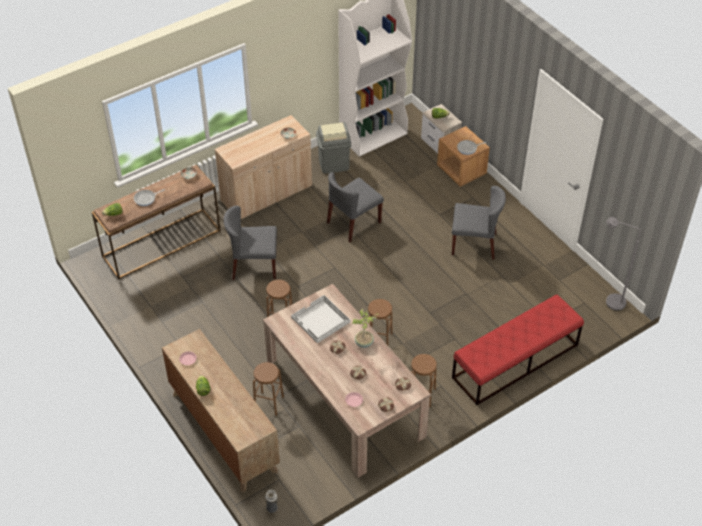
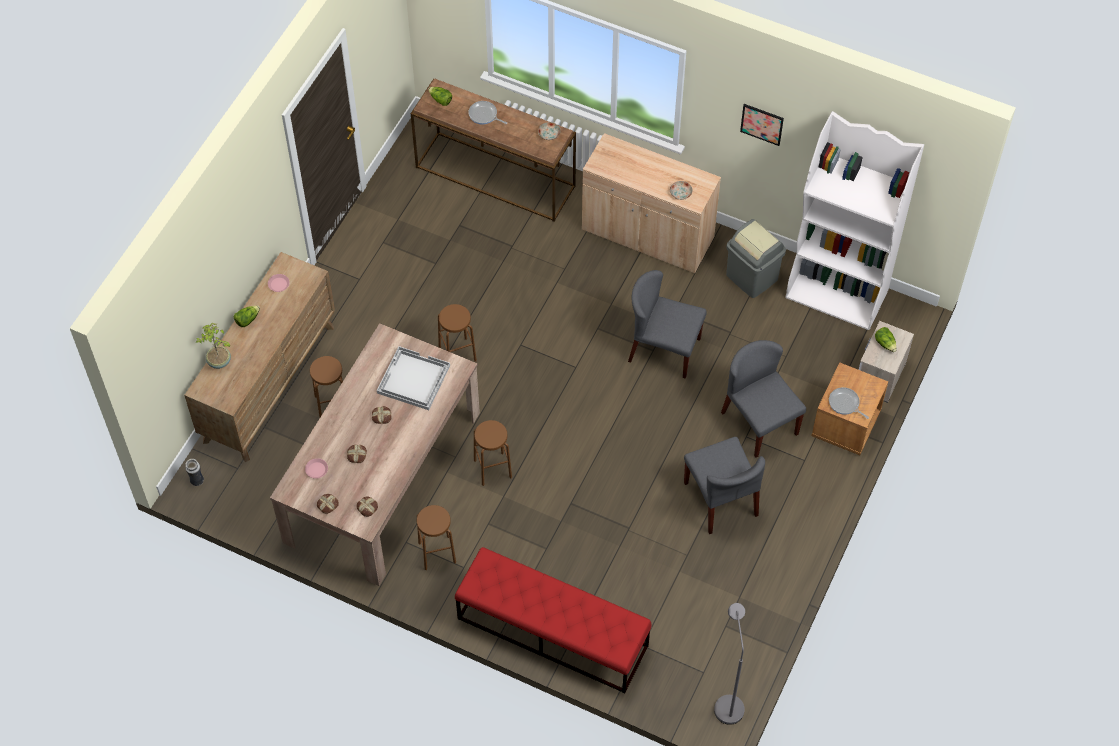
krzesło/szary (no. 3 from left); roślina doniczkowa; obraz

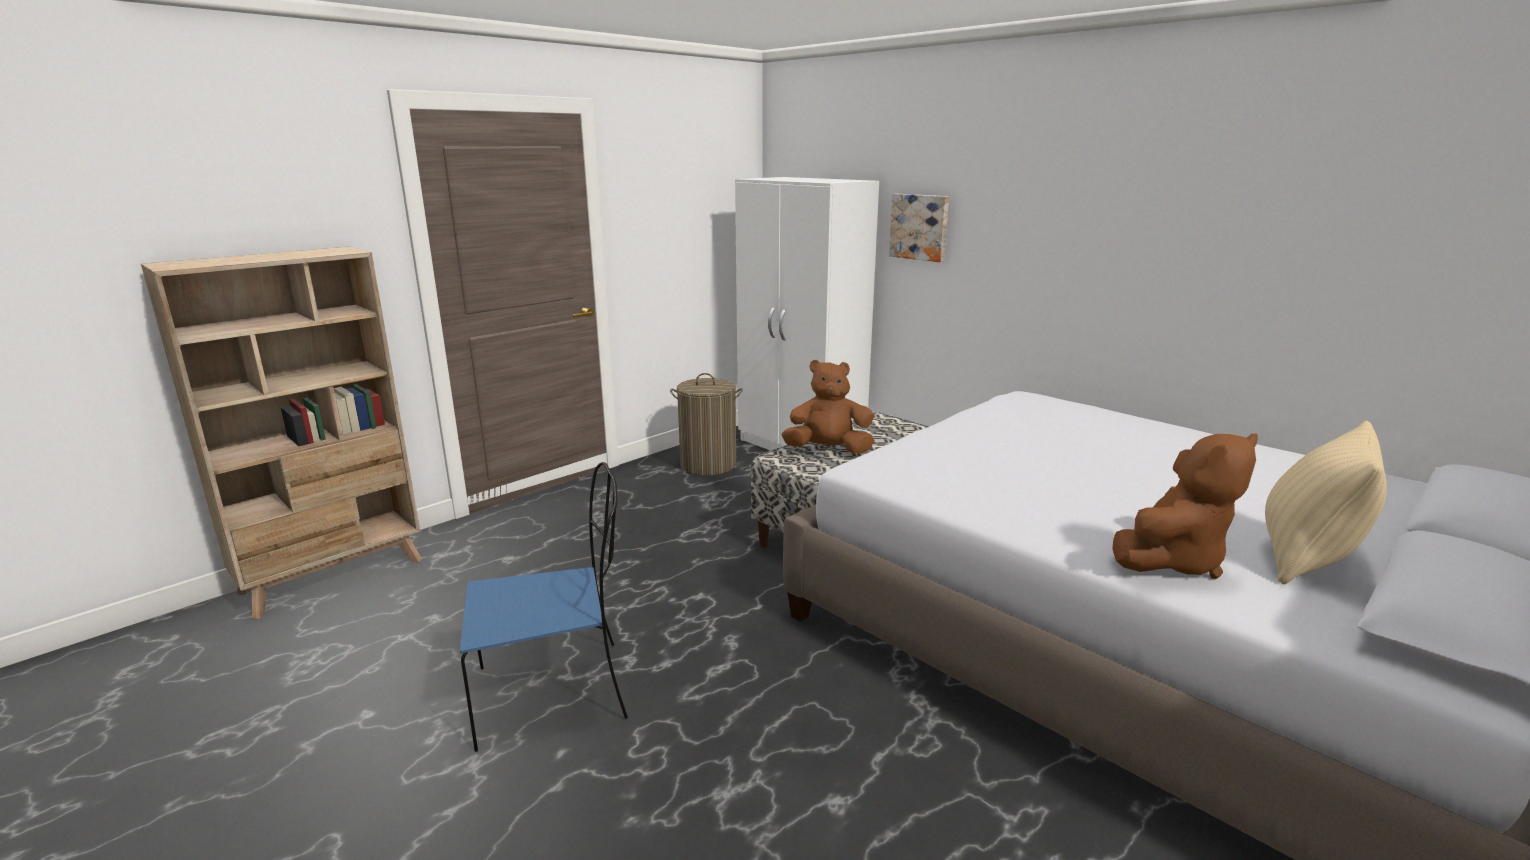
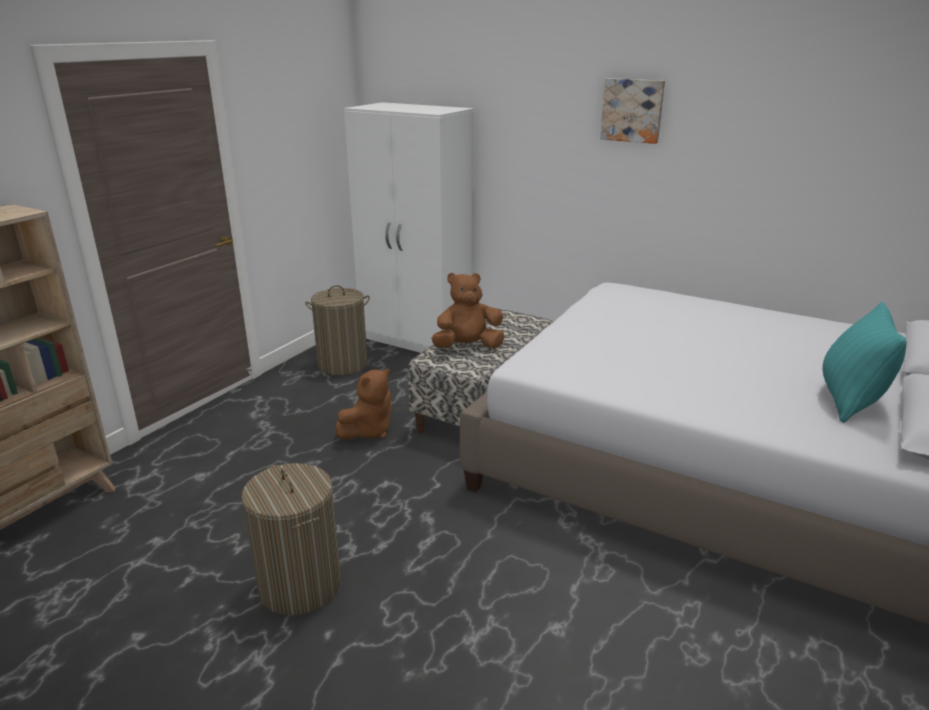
obraz; poduszka/turkusowy; pluszak/brązowy (no. 1 from left); kosz na pranie (no. 1 from left)

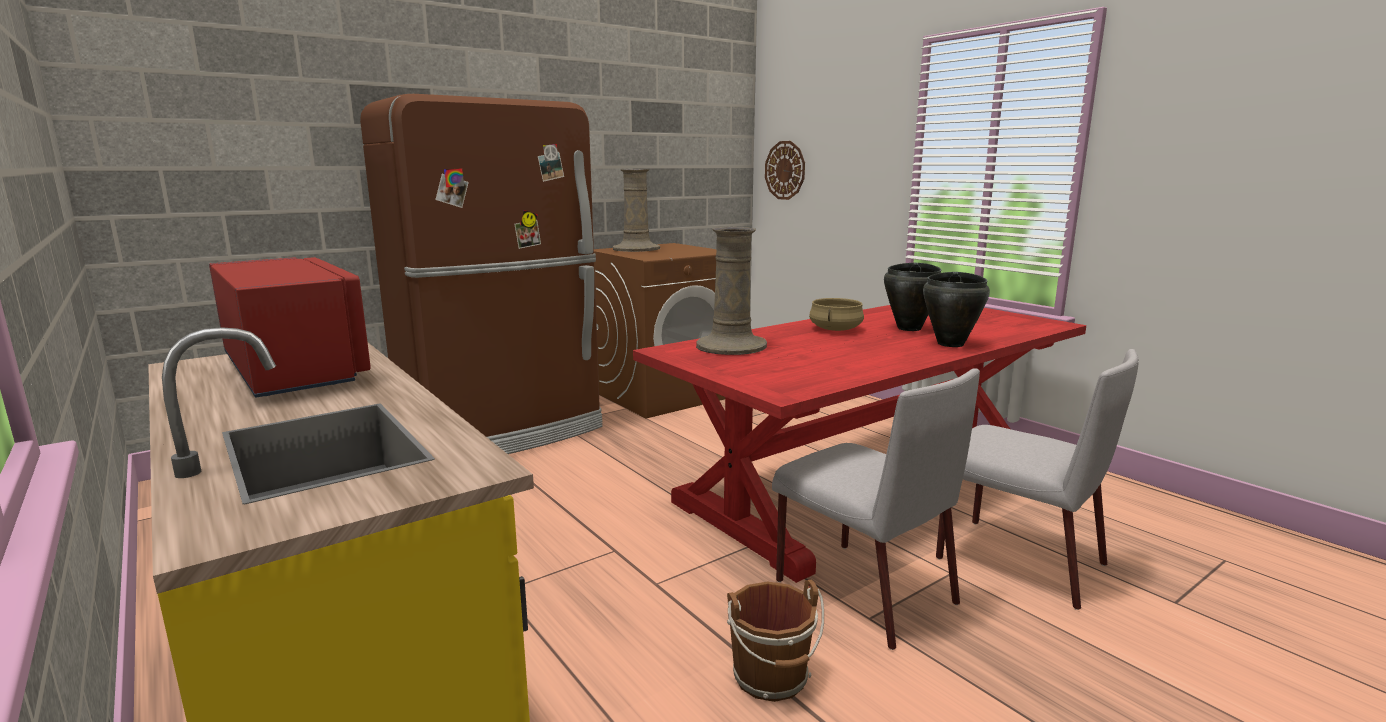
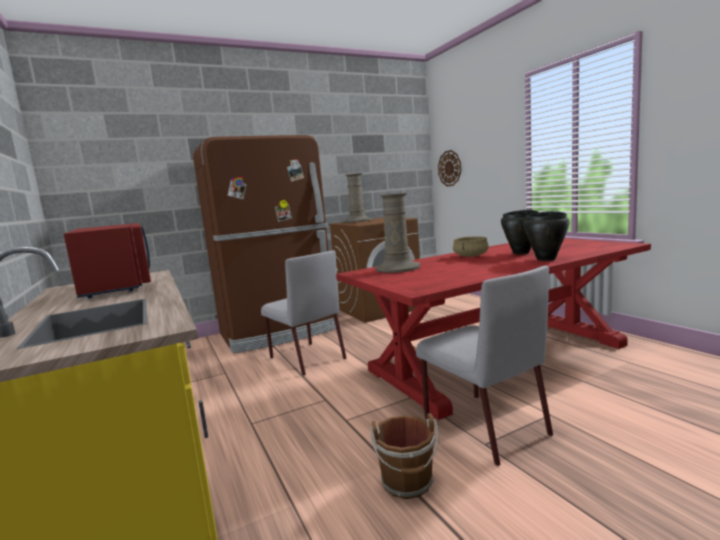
krzesło/szary (no. 1 from left)

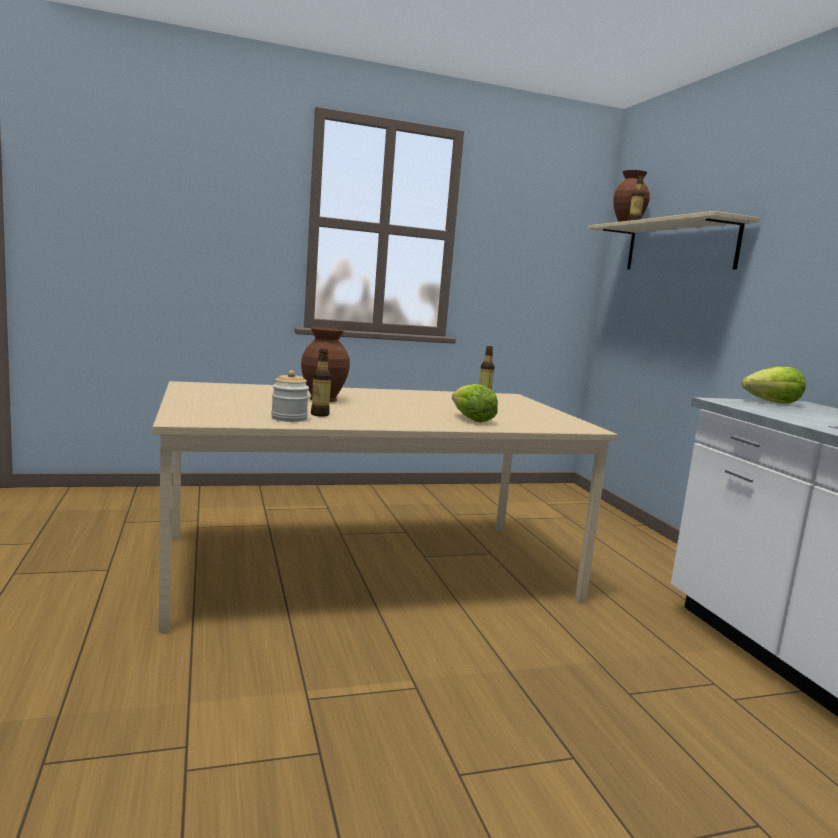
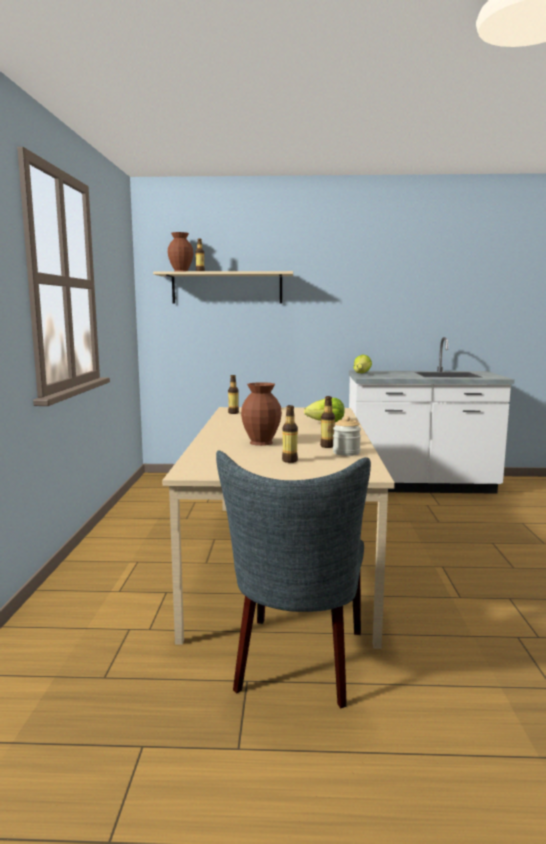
butelka (no. 3 from left); krzesło/szary

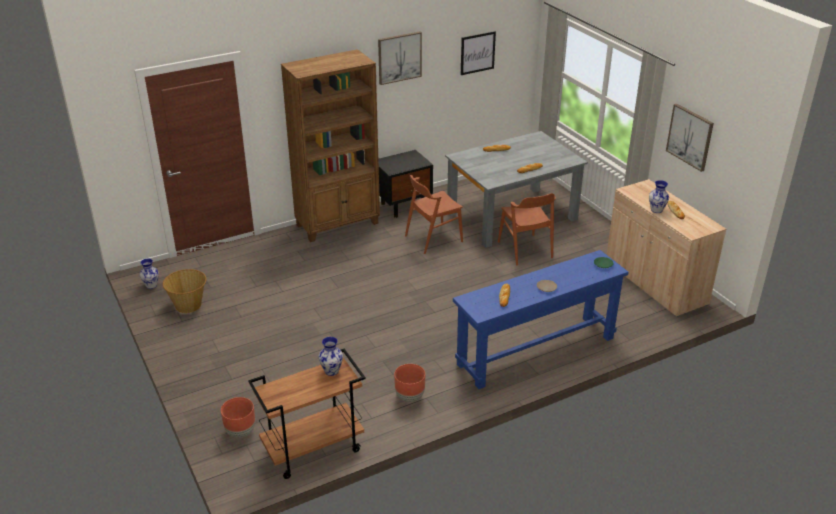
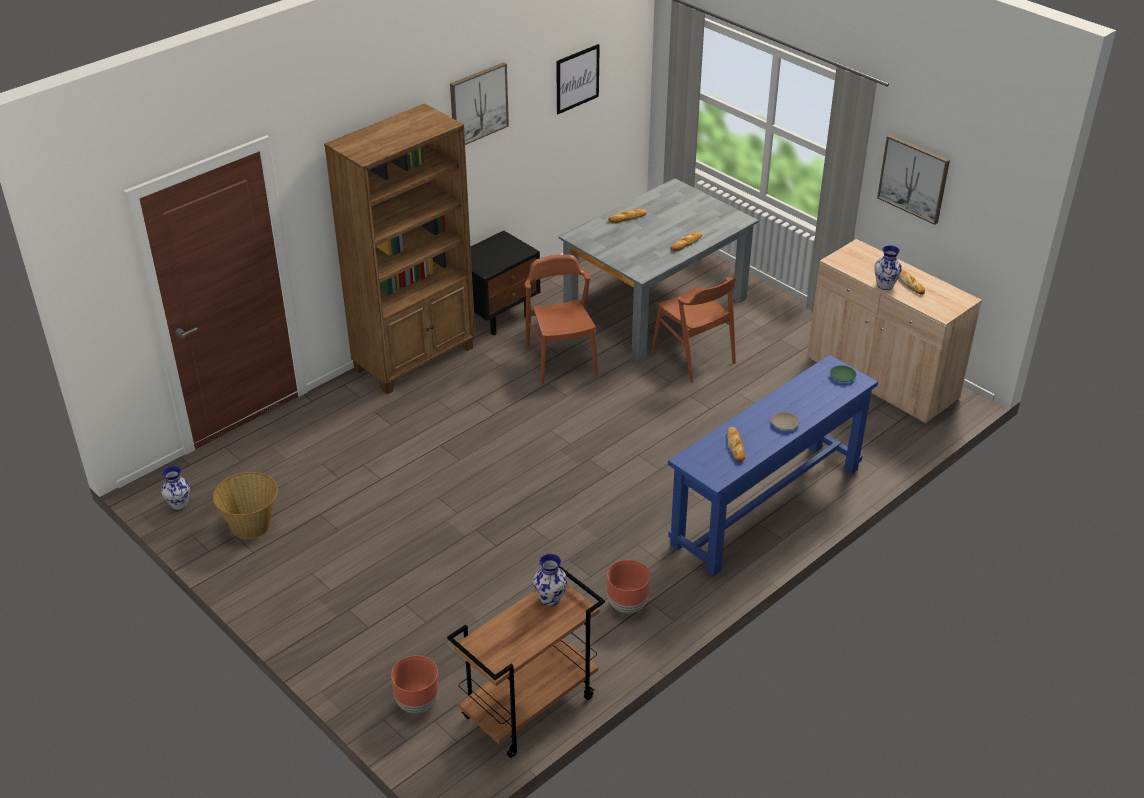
krzesło/brązowy (no. 1 from left)

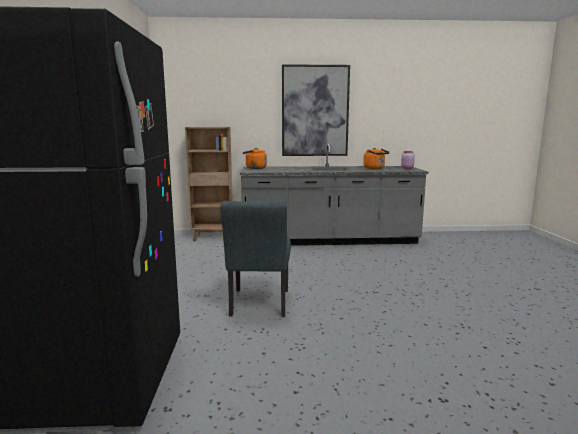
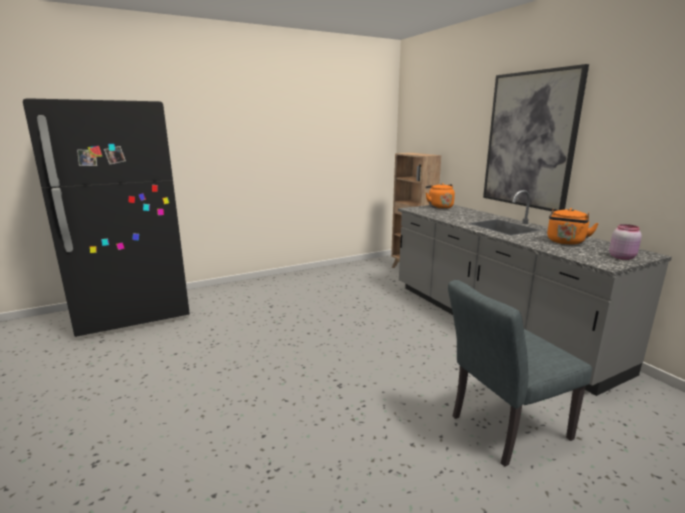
krzesło/szary

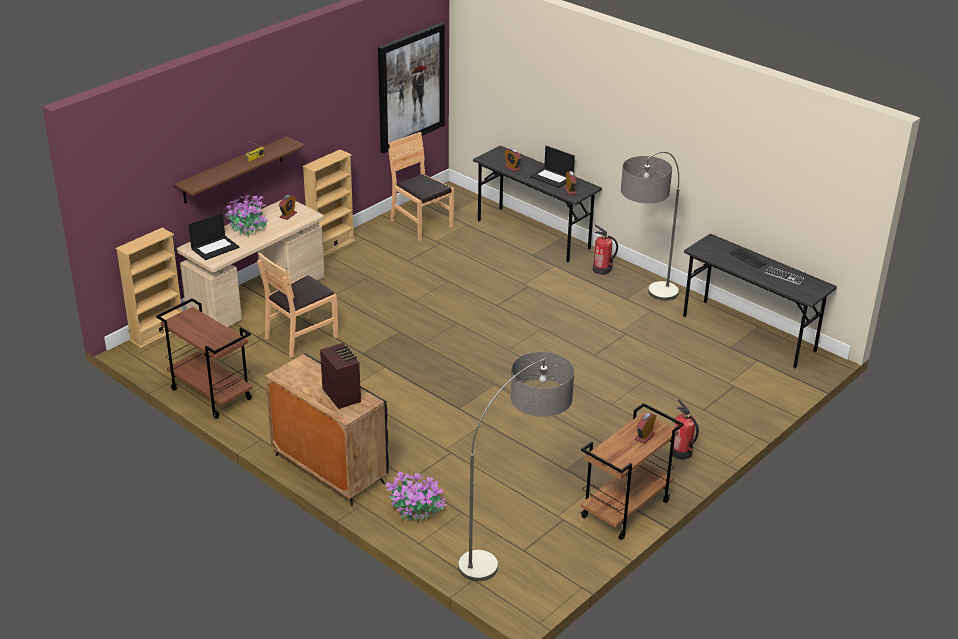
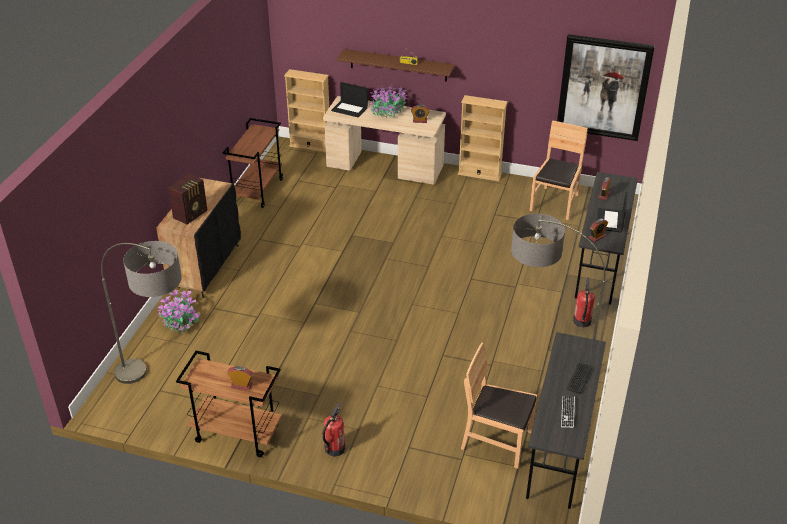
krzesło/brązowy (no. 1 from left)

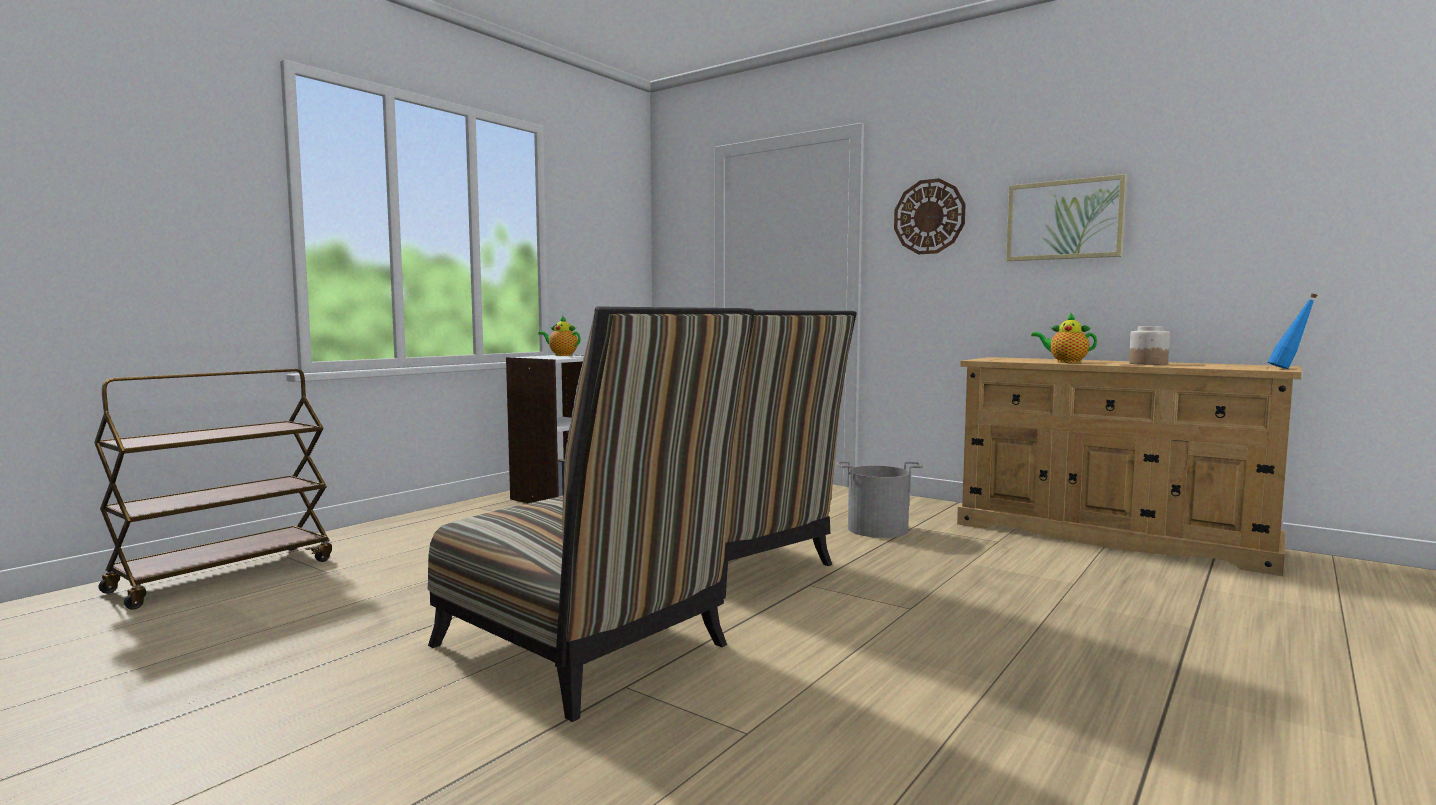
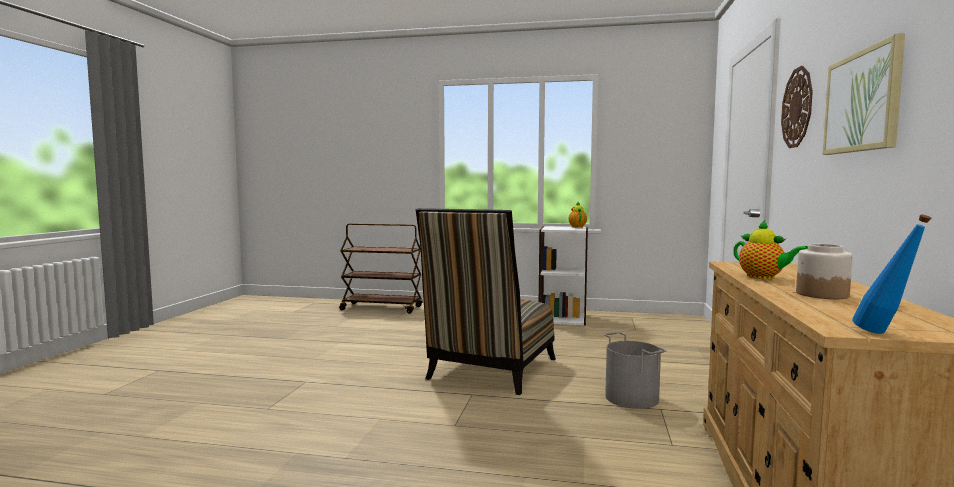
krzesło (no. 1 from left in the first image); imbryk (no. 2 from left)

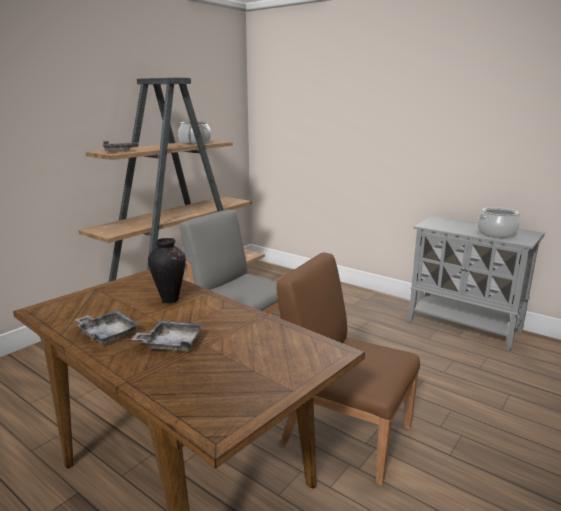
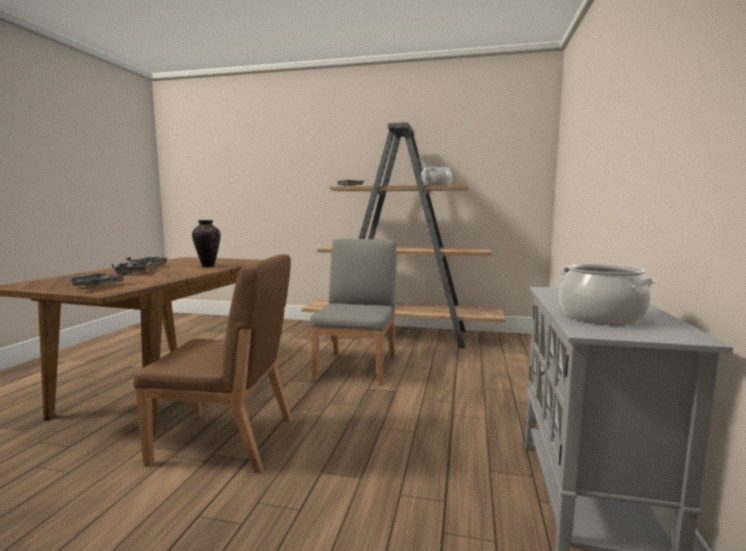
krzesło/brązowy; taca/szary (no. 1 from left)

